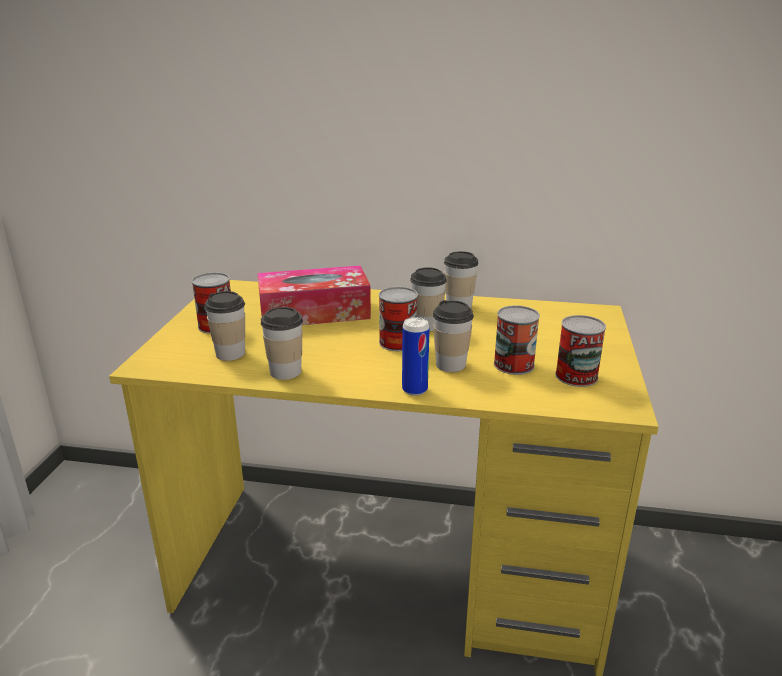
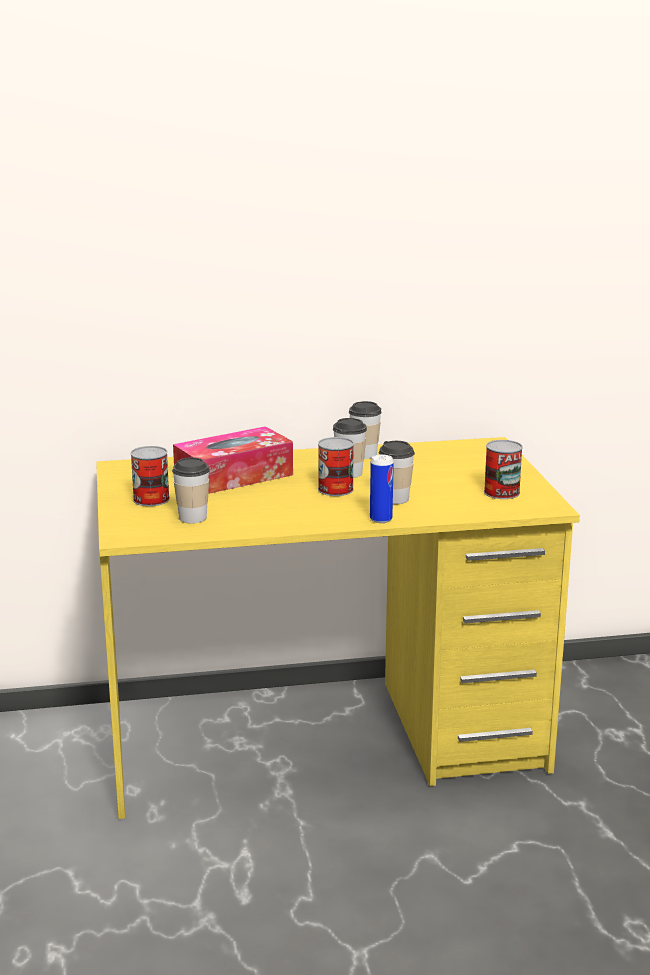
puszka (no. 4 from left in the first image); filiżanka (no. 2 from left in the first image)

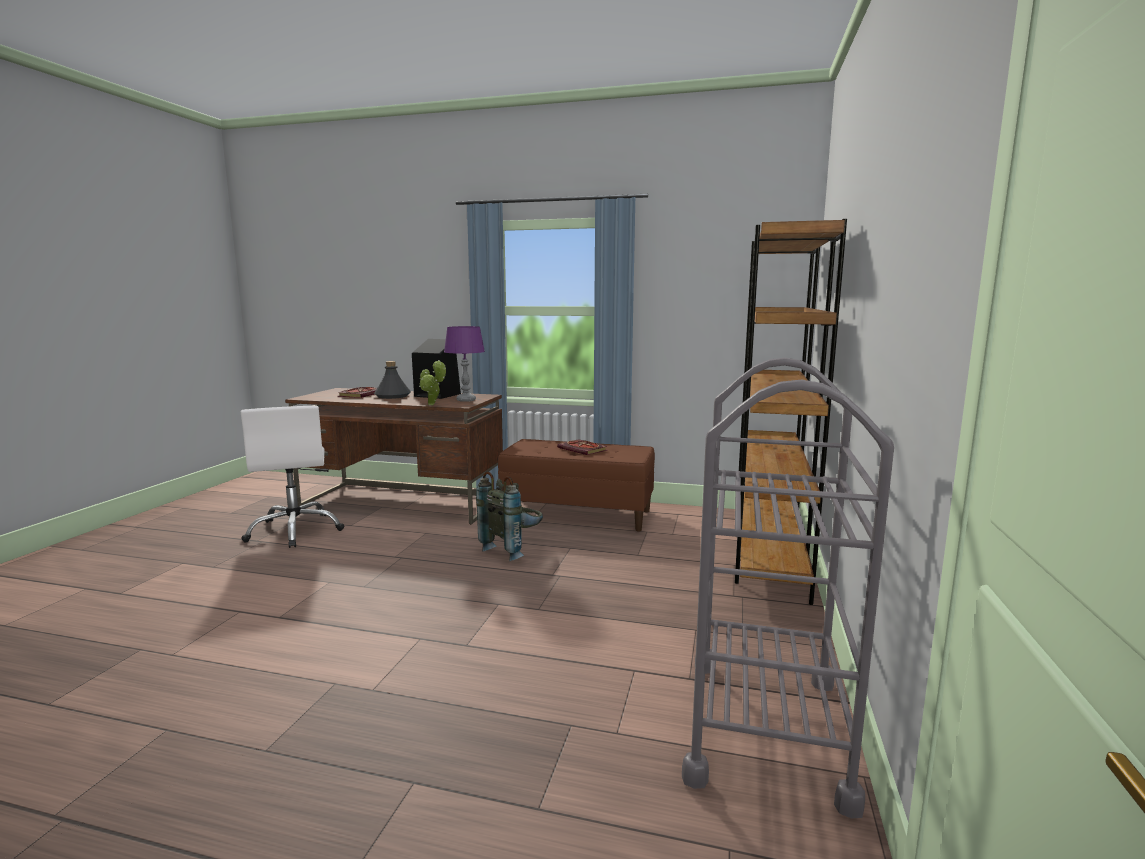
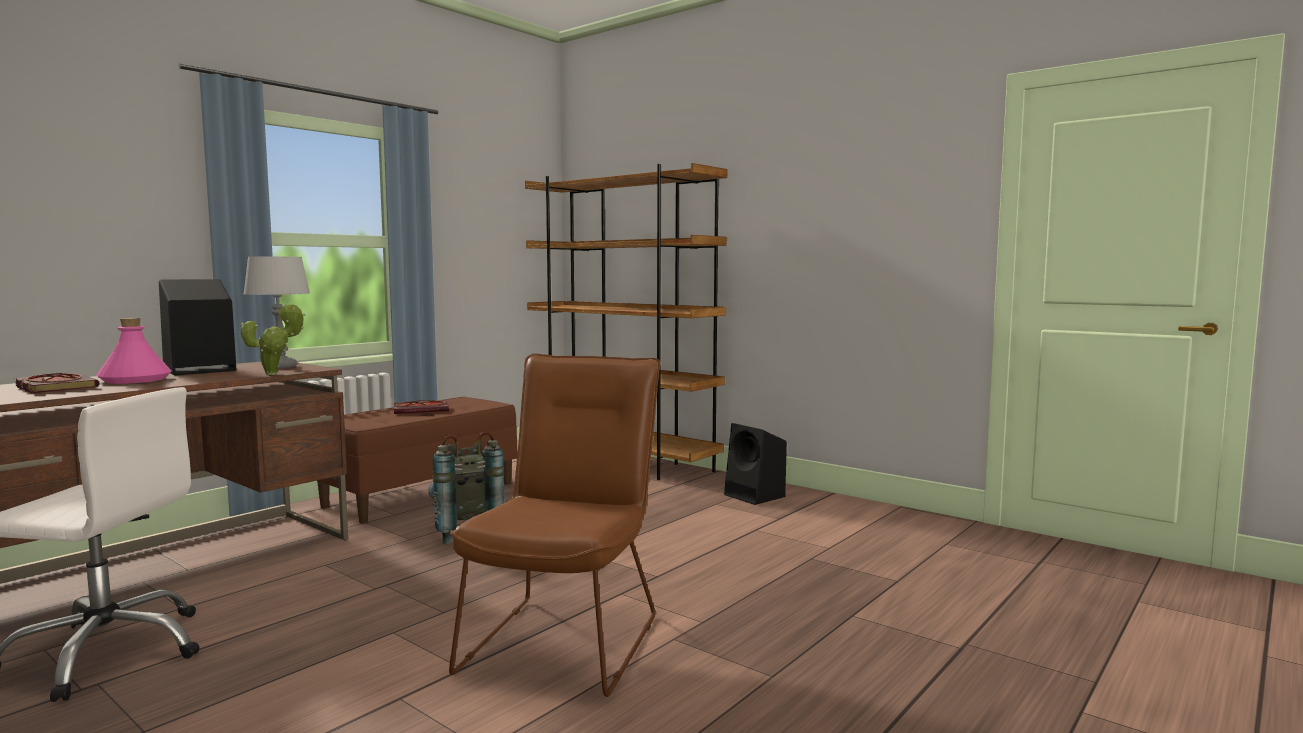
lampa stołowa/szary; wózek/szary; butelka/różowy; krzesło/brązowy; głośnik/czarny (no. 2 from left)

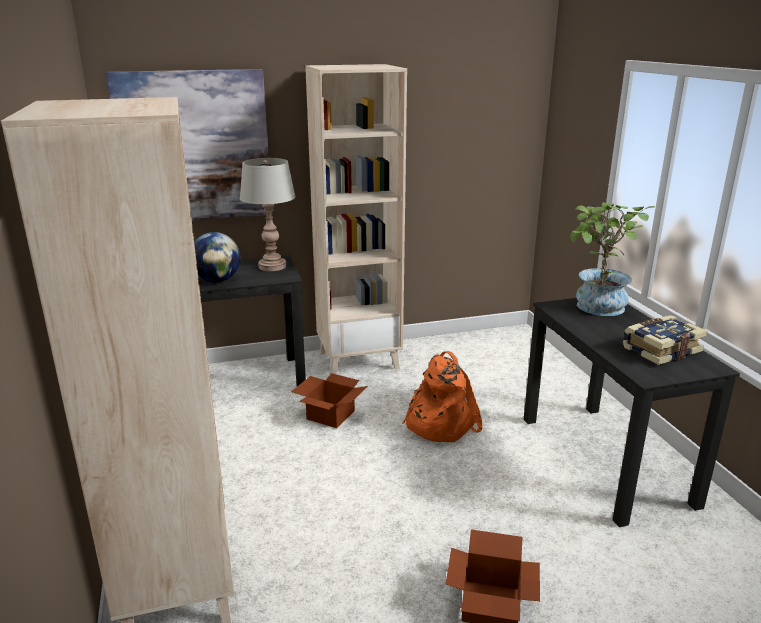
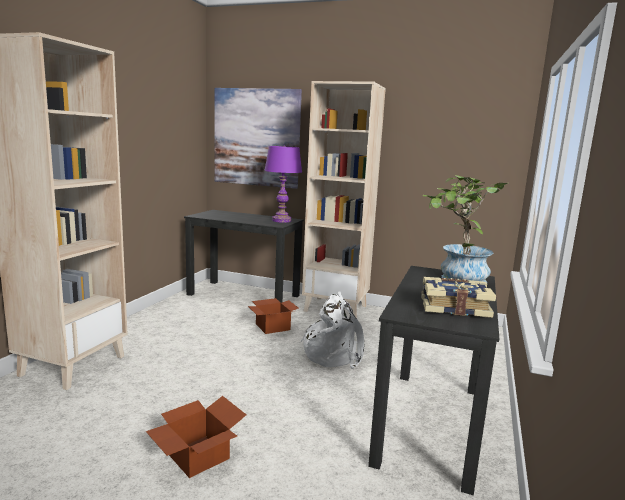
lampa stołowa/fioletowy; globus; plecak/biały

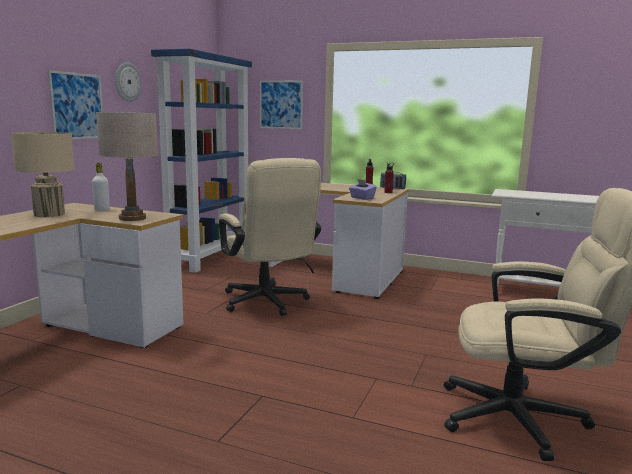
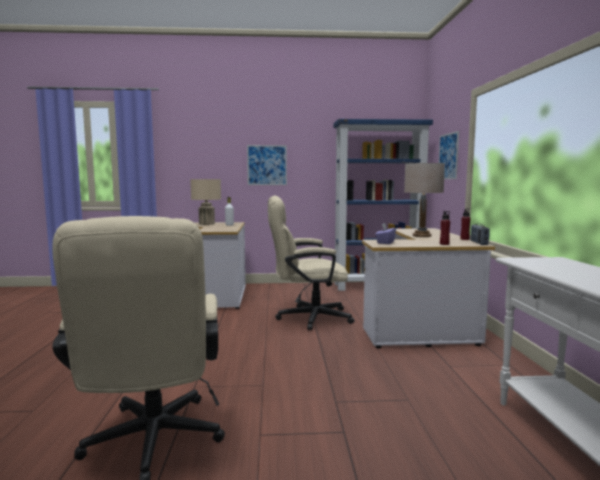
zegar ścienny; lampa stołowa/beżowy (no. 2 from left); krzesło biurowe/beżowy (no. 2 from left)

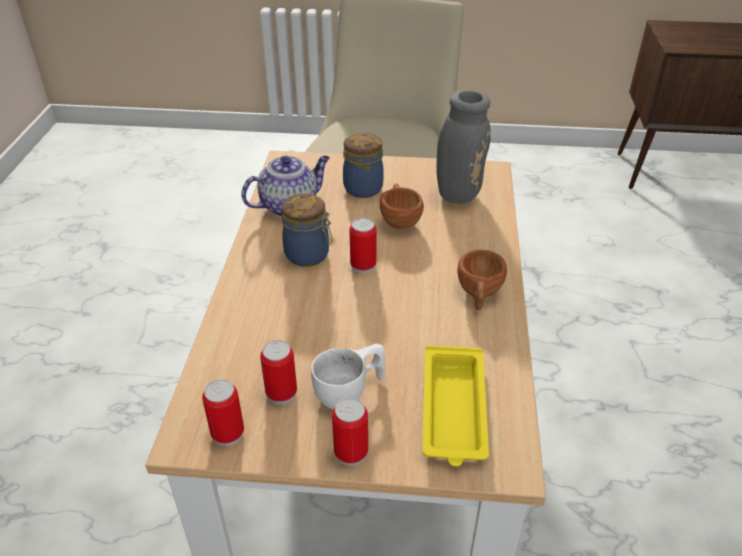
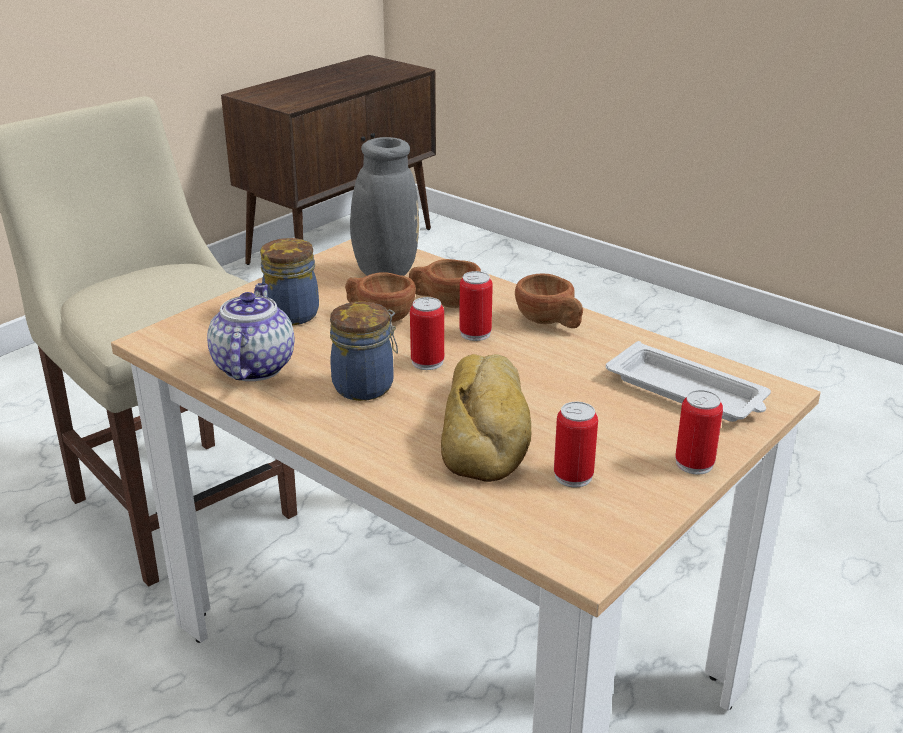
filiżanka/biały; taca/biały; puszka (no. 2 from left); filiżanka/brązowy (no. 2 from left); chleb

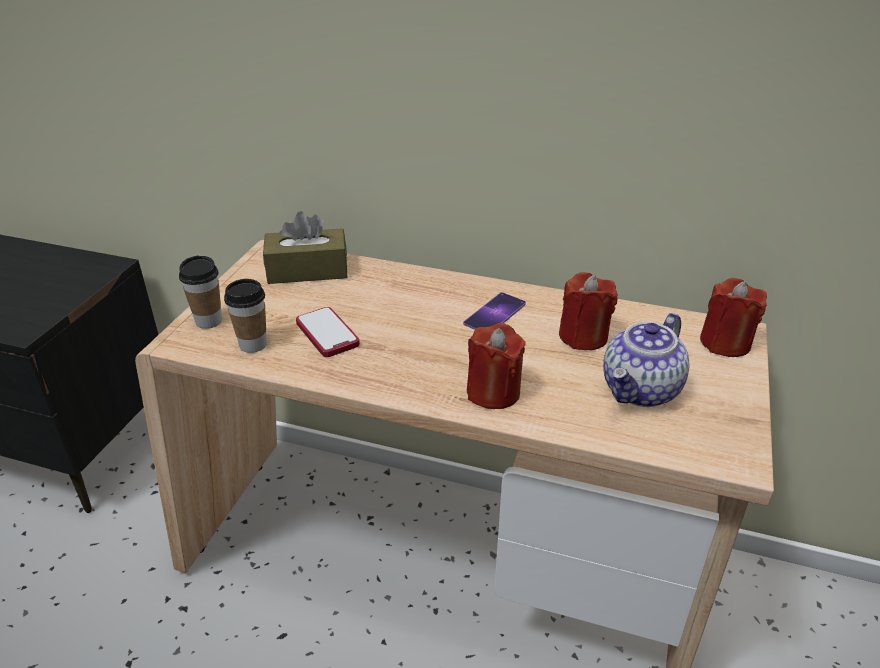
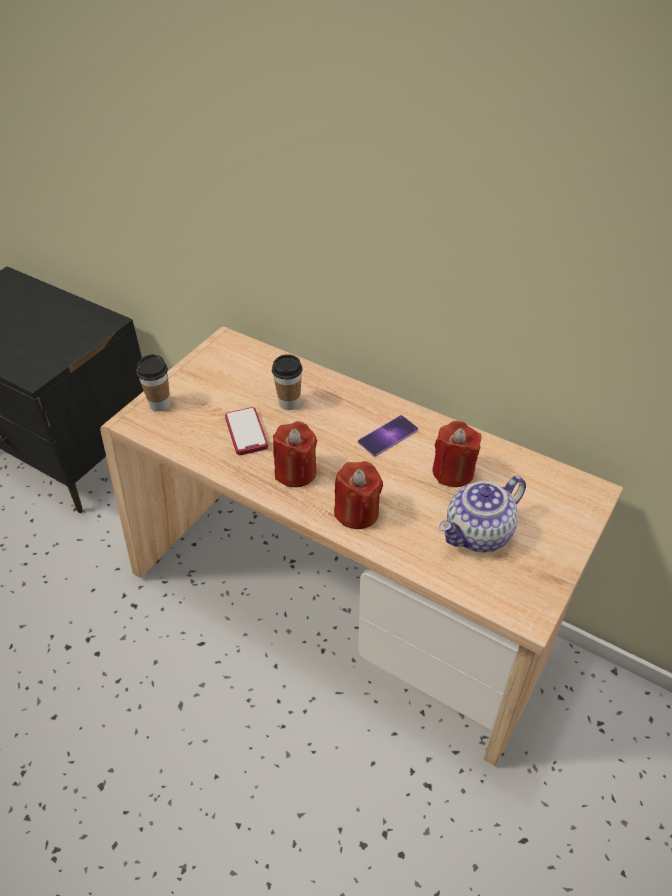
pudełko chusteczek/brązowy; świeca/czerwony (no. 1 from left); filiżanka (no. 2 from left)

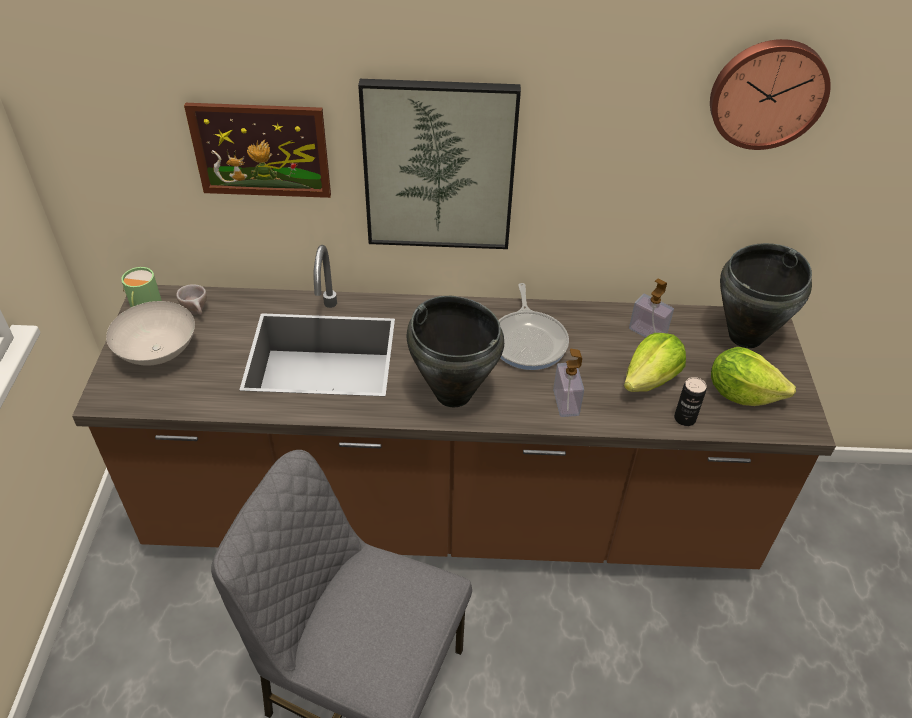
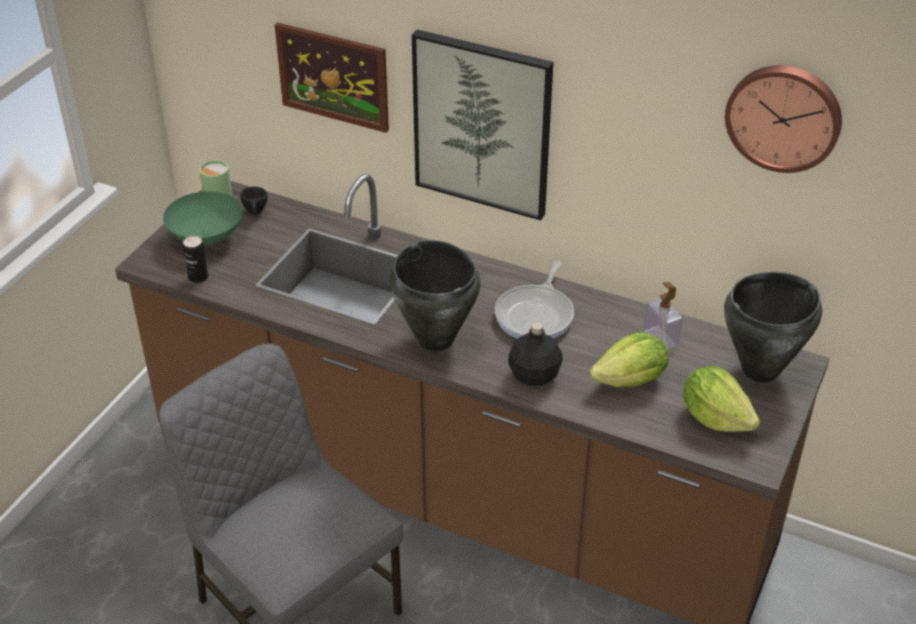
filiżanka/czarny; miska/zielony; butelka/czarny; puszka

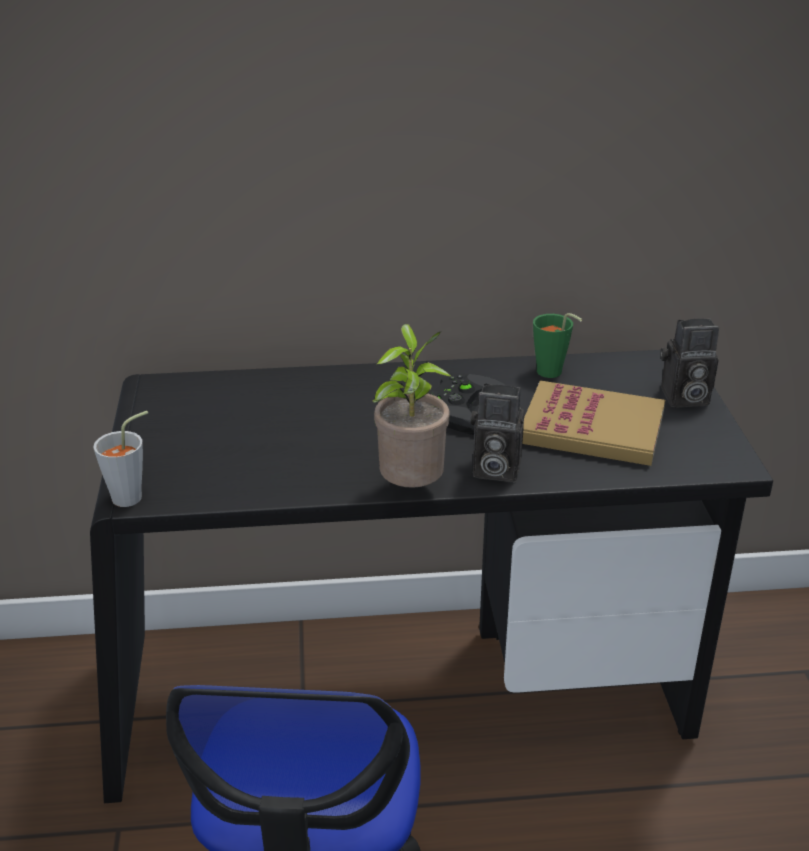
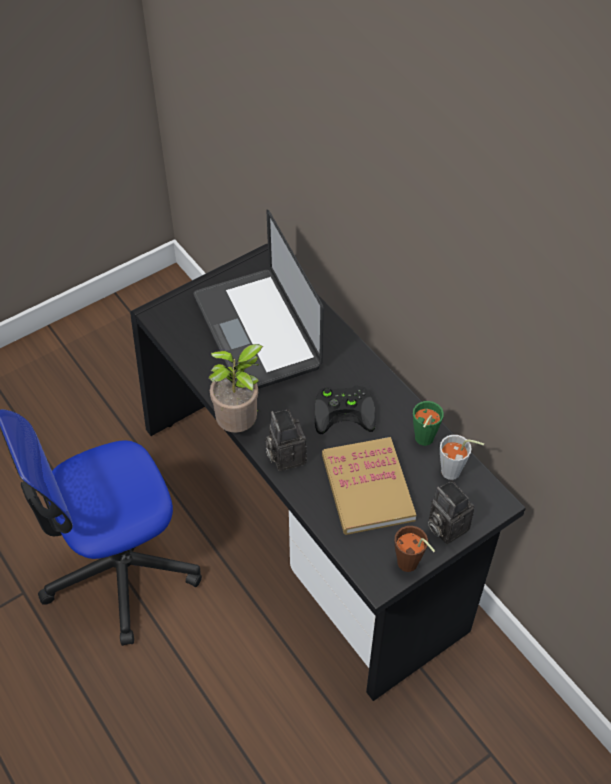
filiżanka/szary; laptop; filiżanka/brązowy

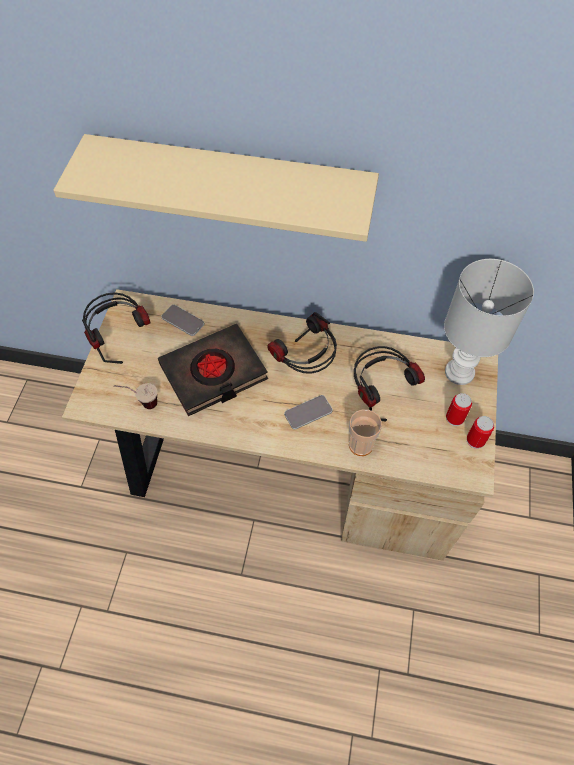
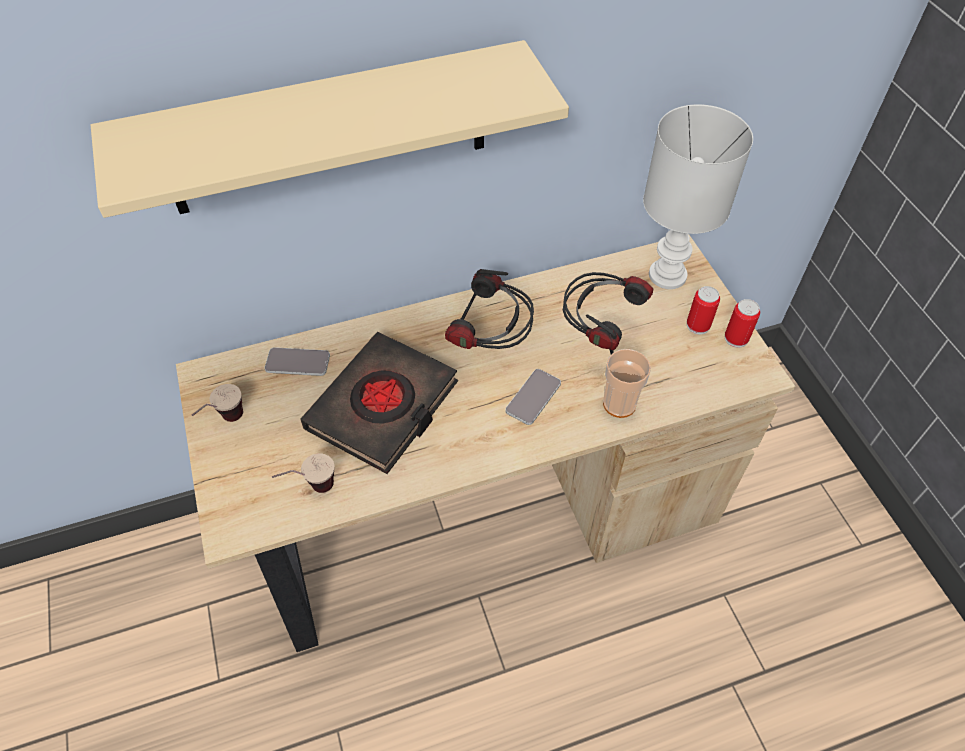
filiżanka (no. 1 from left)

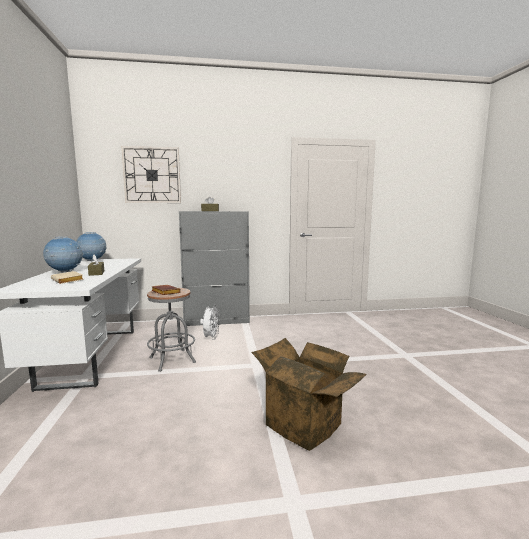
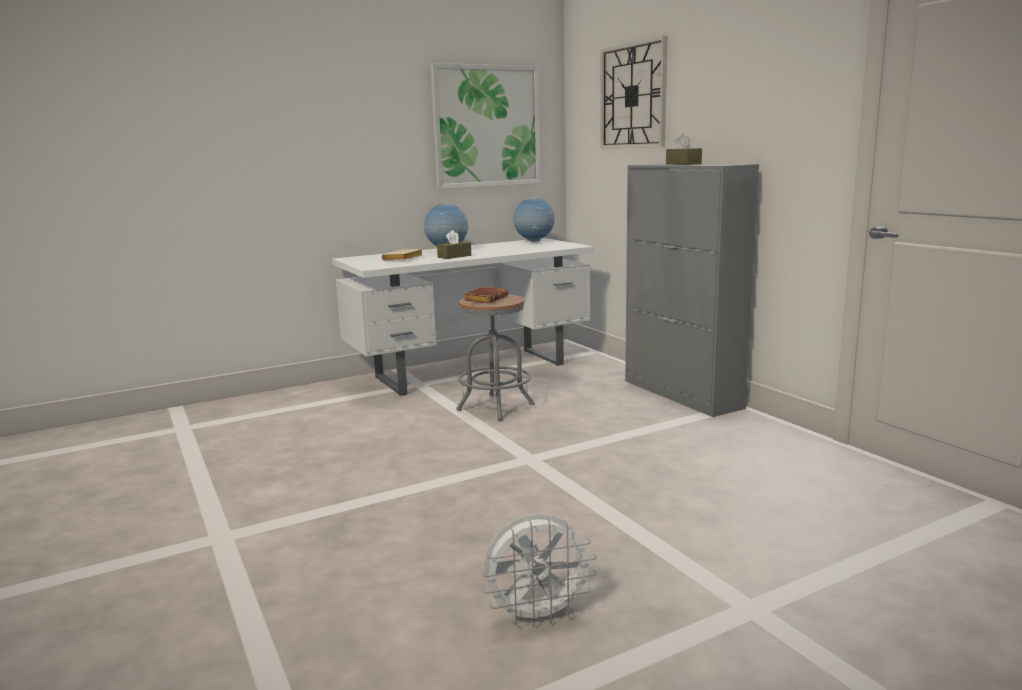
wentylator/biały; karton; obraz

